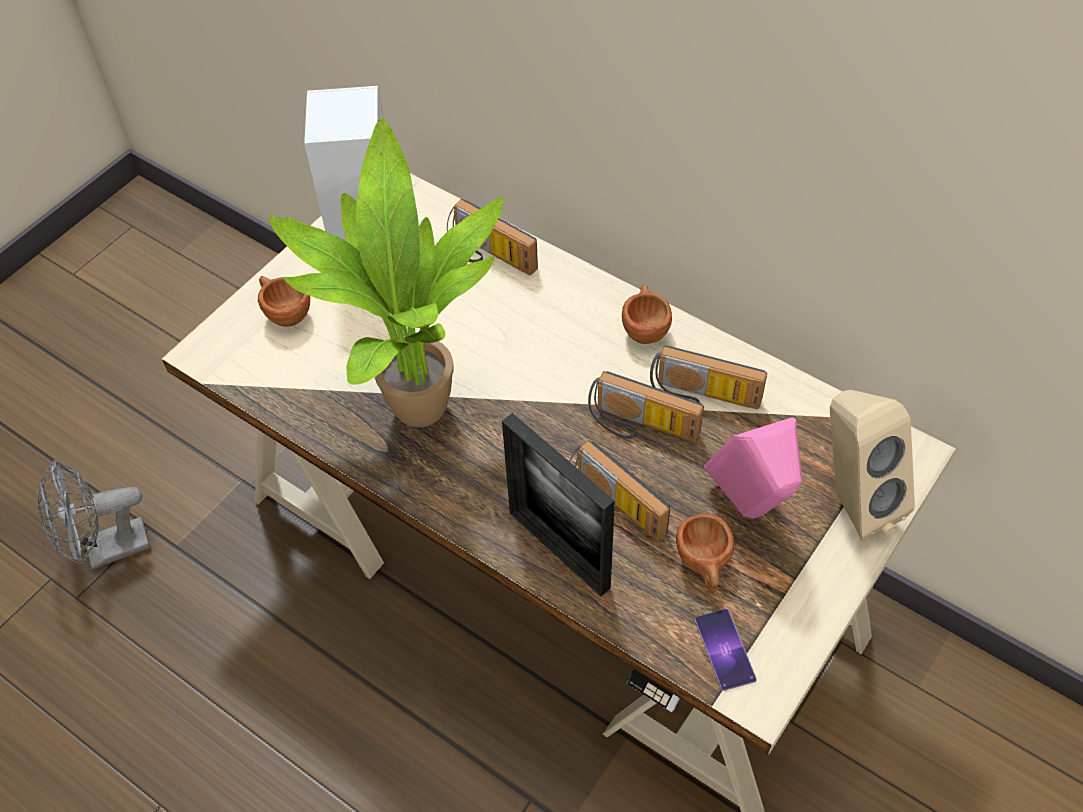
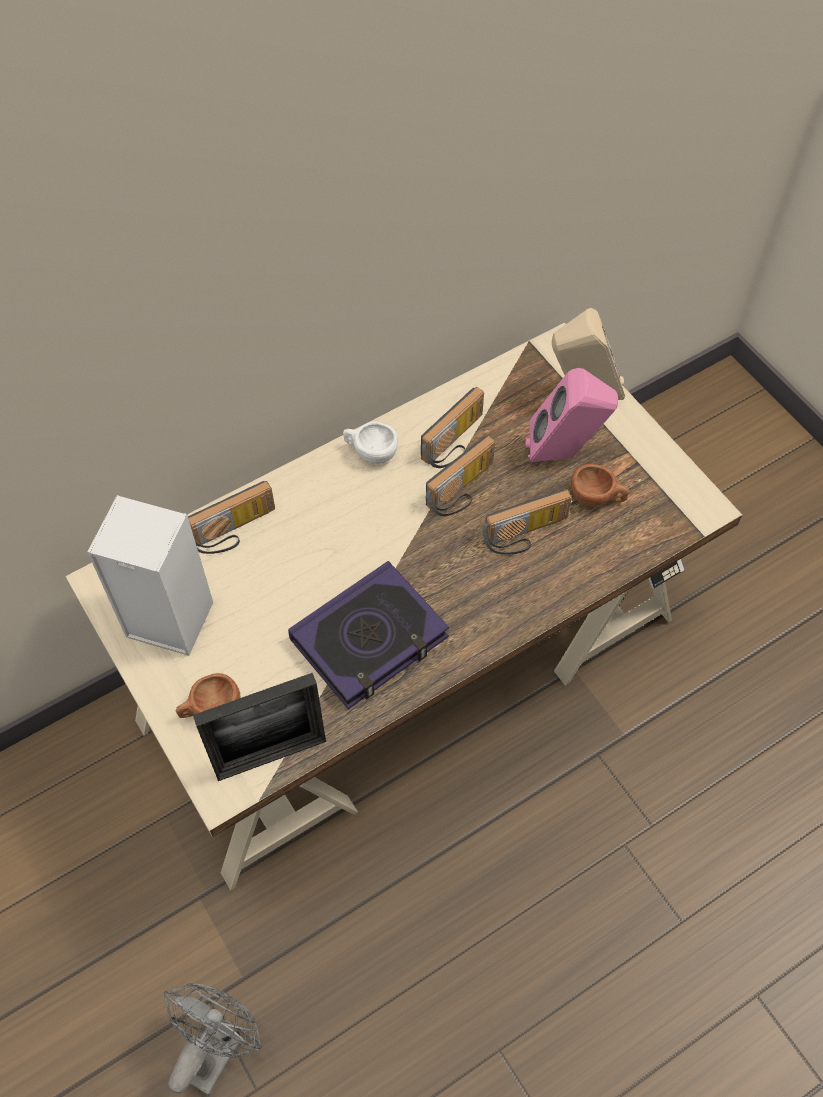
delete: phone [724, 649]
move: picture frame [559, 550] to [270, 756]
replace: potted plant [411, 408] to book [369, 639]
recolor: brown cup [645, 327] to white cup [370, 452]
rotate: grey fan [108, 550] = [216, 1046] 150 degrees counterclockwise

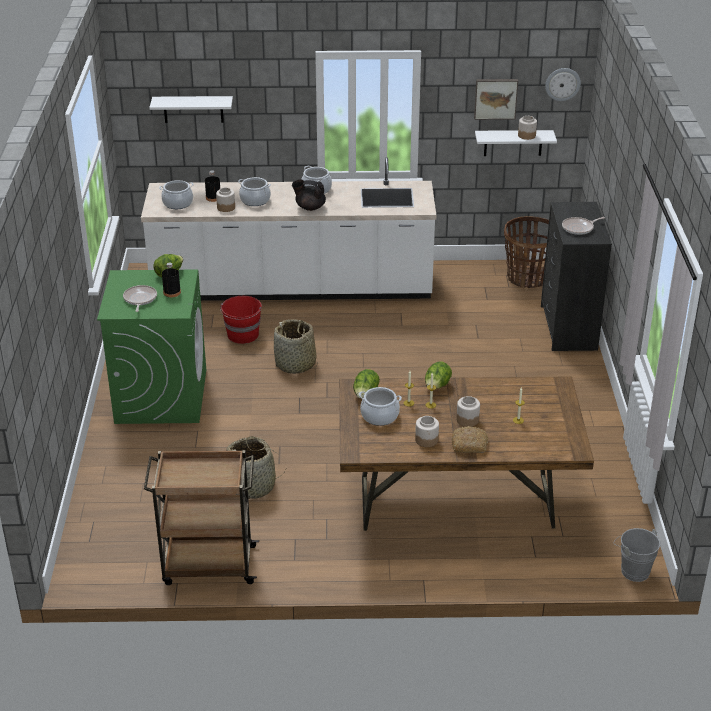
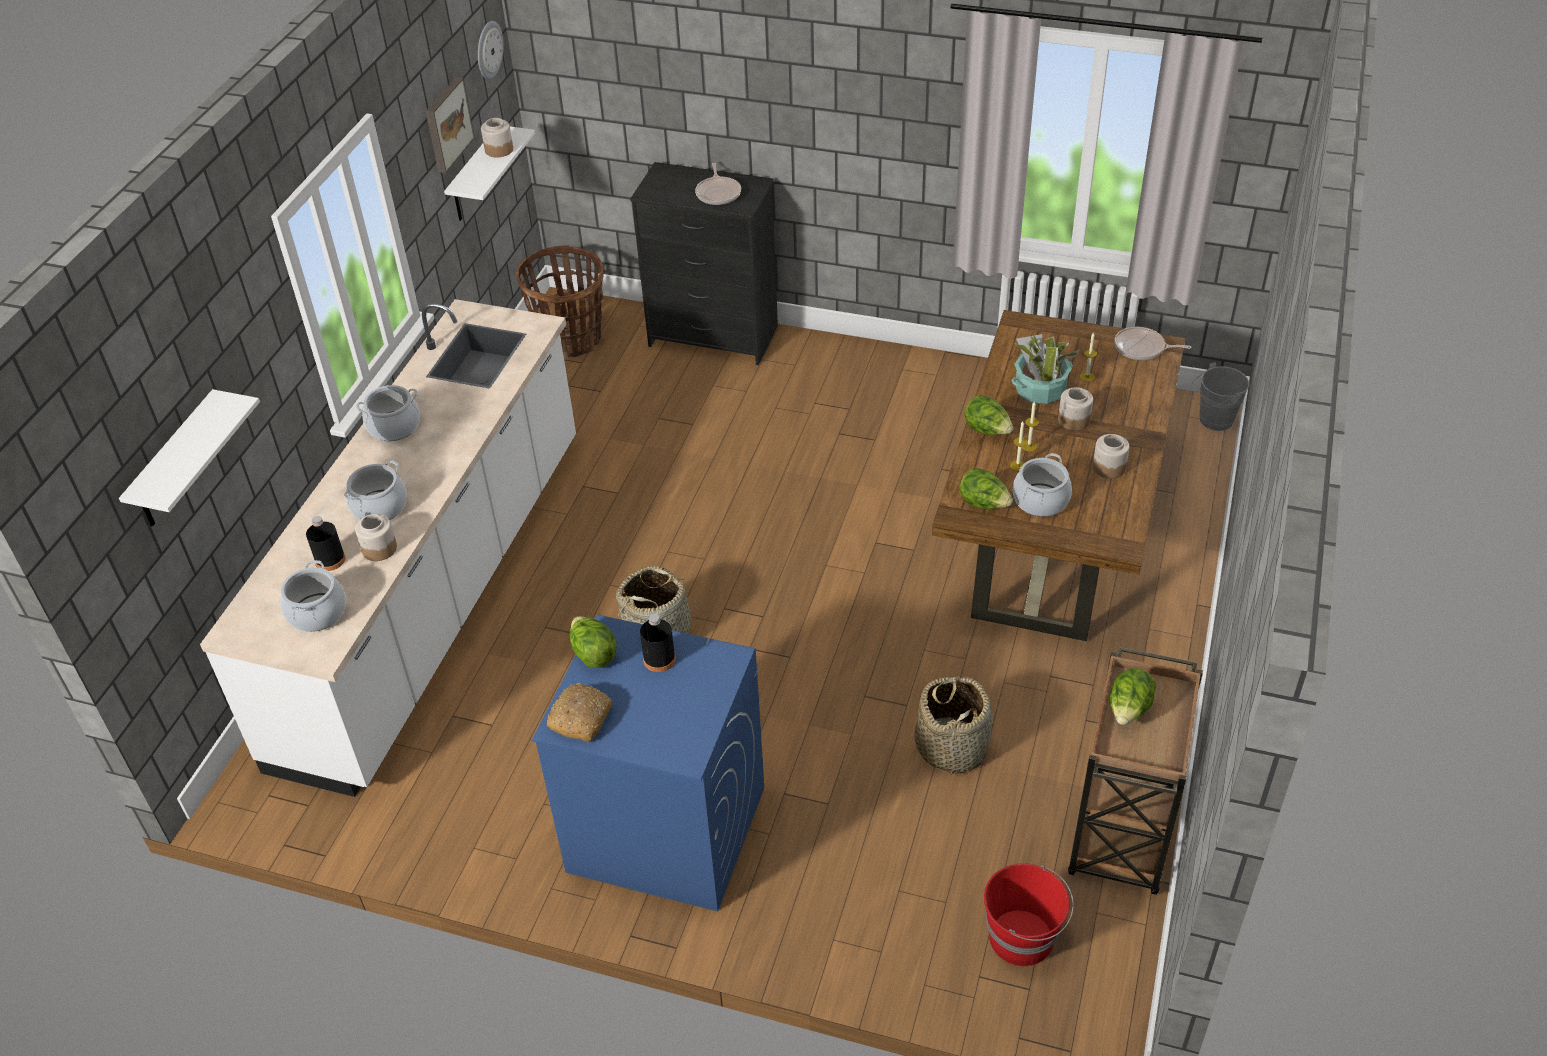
delete: black teapot [310, 207]
insert: potted plant [1040, 390]; lettuce [1129, 710]
move: bread [469, 444] to [580, 717]; red bucket [243, 335] to [1022, 938]; frying pan [140, 299] to [1142, 348]
recolor: green washing machine [161, 396] to blue washing machine [665, 829]

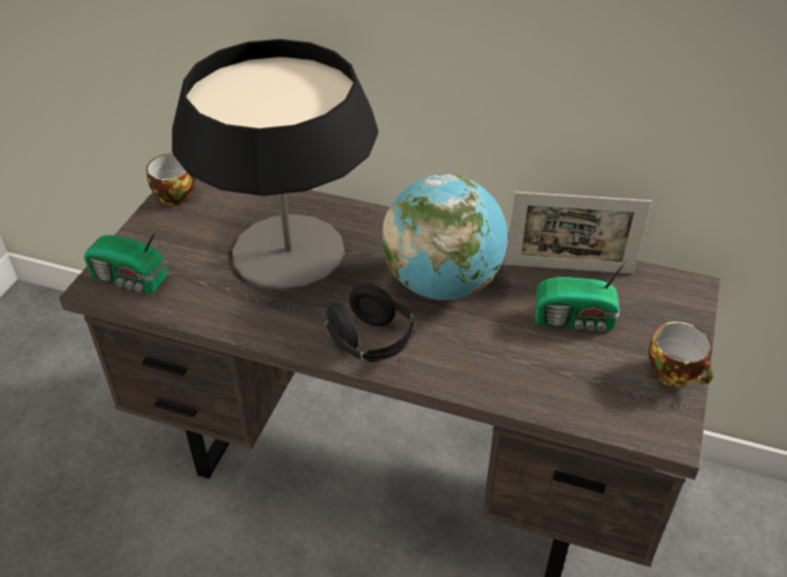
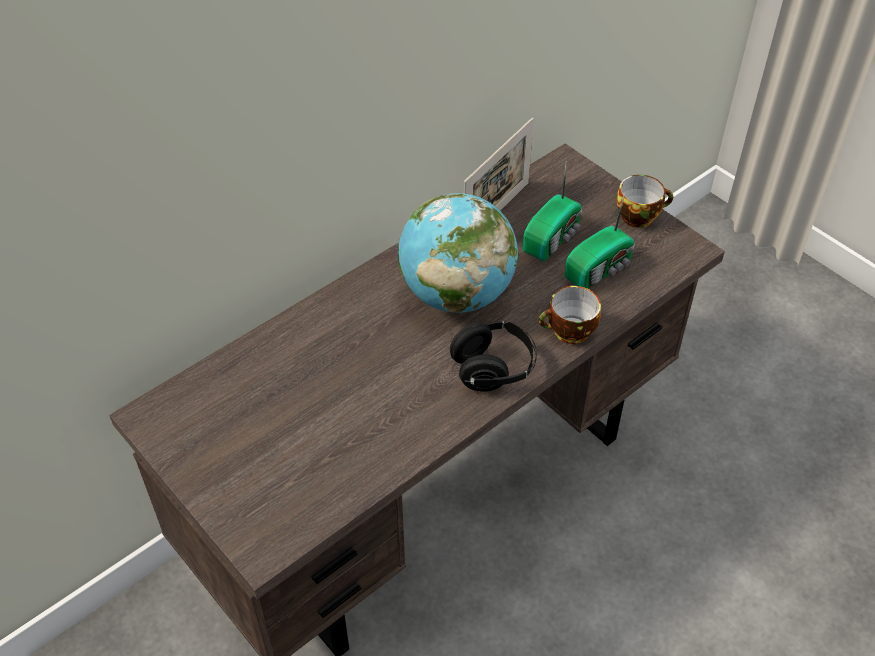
delete: table lamp [288, 252]
move: cup [173, 195] to [569, 332]; radio [130, 279] to [600, 269]

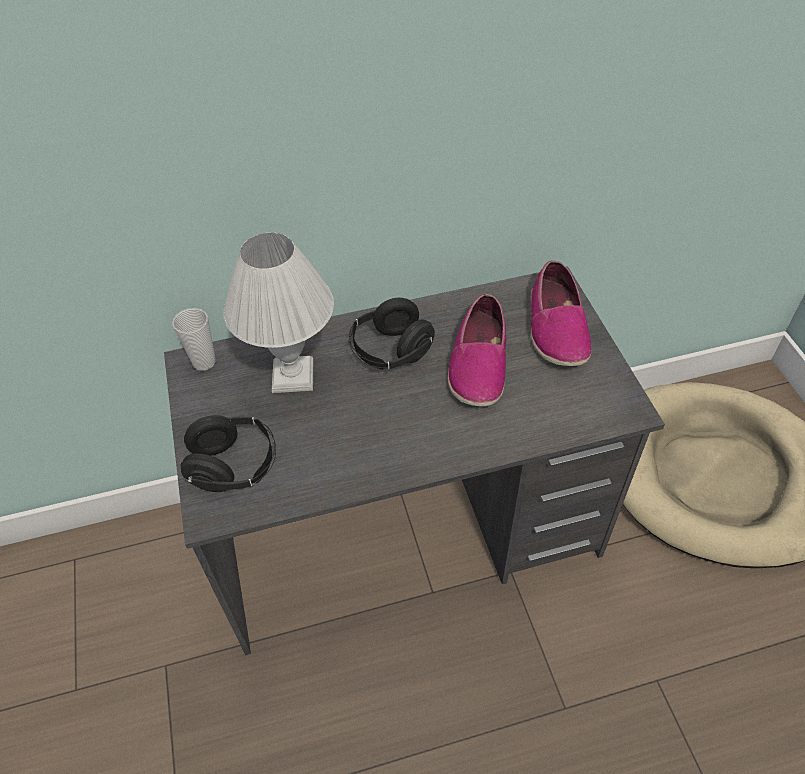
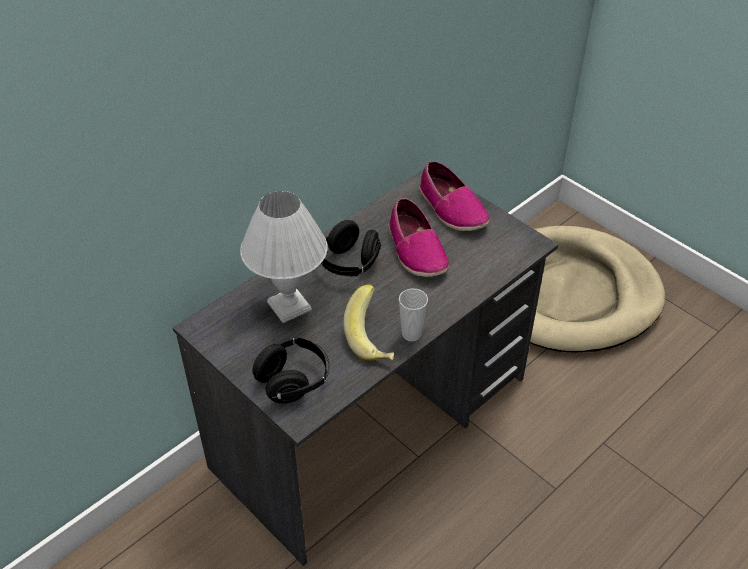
insert: banana [373, 339]
move: cup [204, 362] to [411, 334]

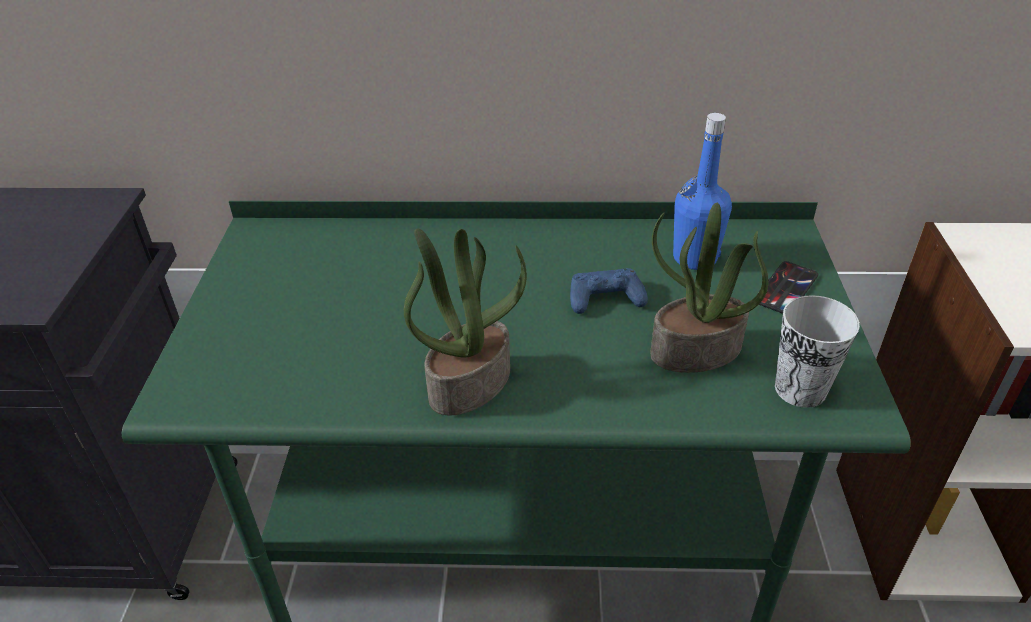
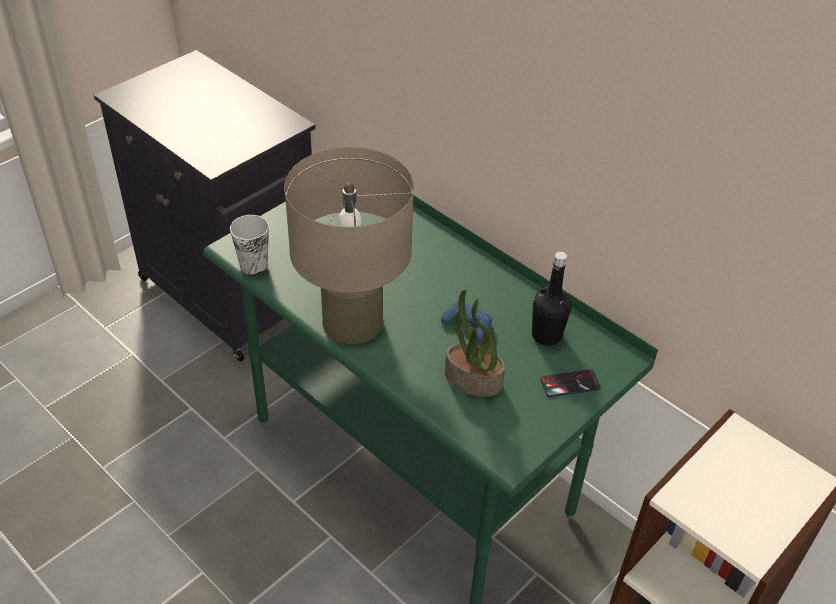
move: cup [800, 389] to [253, 265]
replace: potted plant [469, 382] to beige table lamp [353, 321]
recolor: blue bottle [695, 258] to black bottle [546, 335]

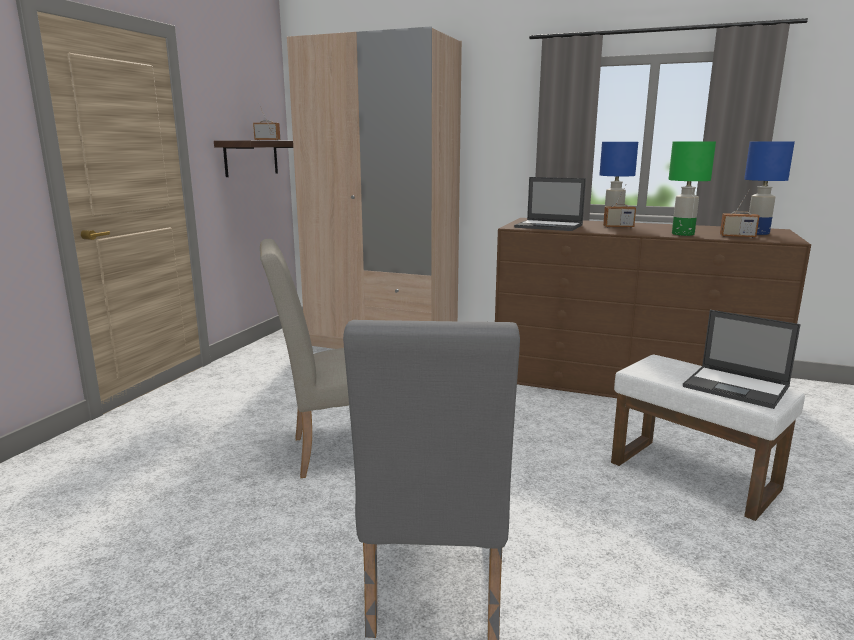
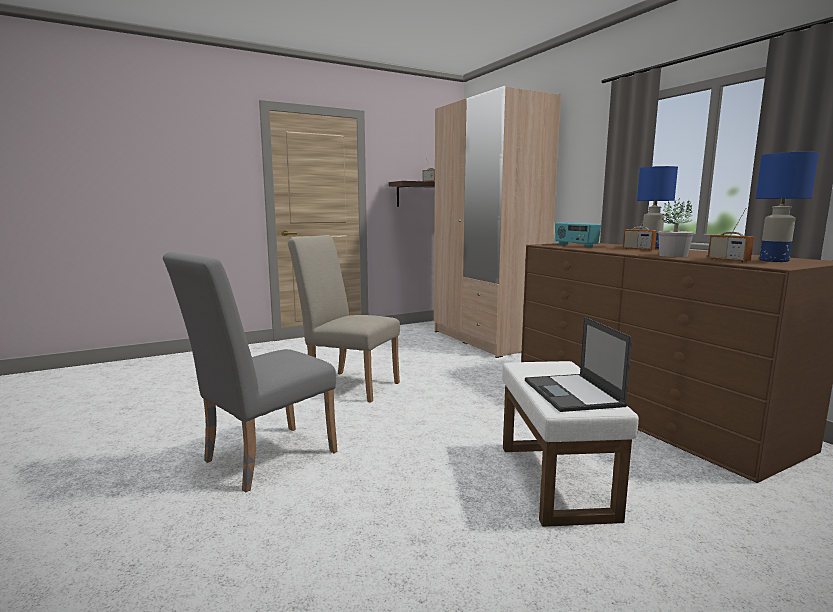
replace: laptop [549, 226] to radio [575, 246]; green table lamp [683, 234] to potted plant [673, 256]

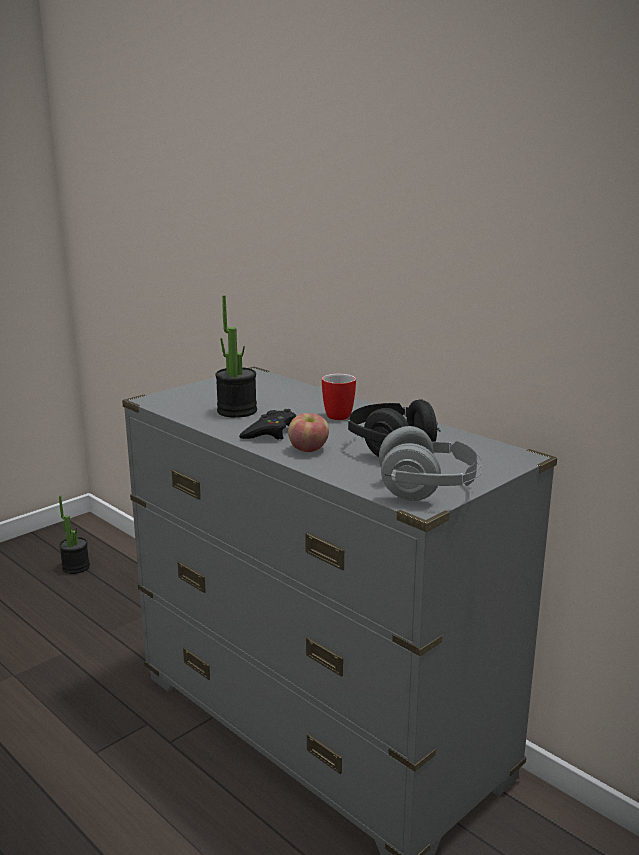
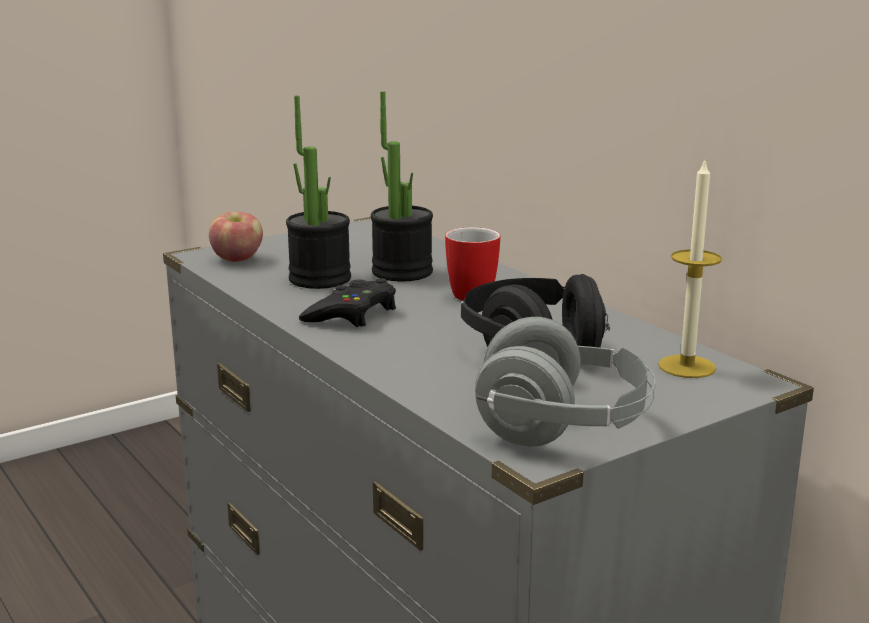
insert: candle [687, 366]
move: apple [309, 449] to [237, 259]; potted plant [76, 567] to [402, 272]

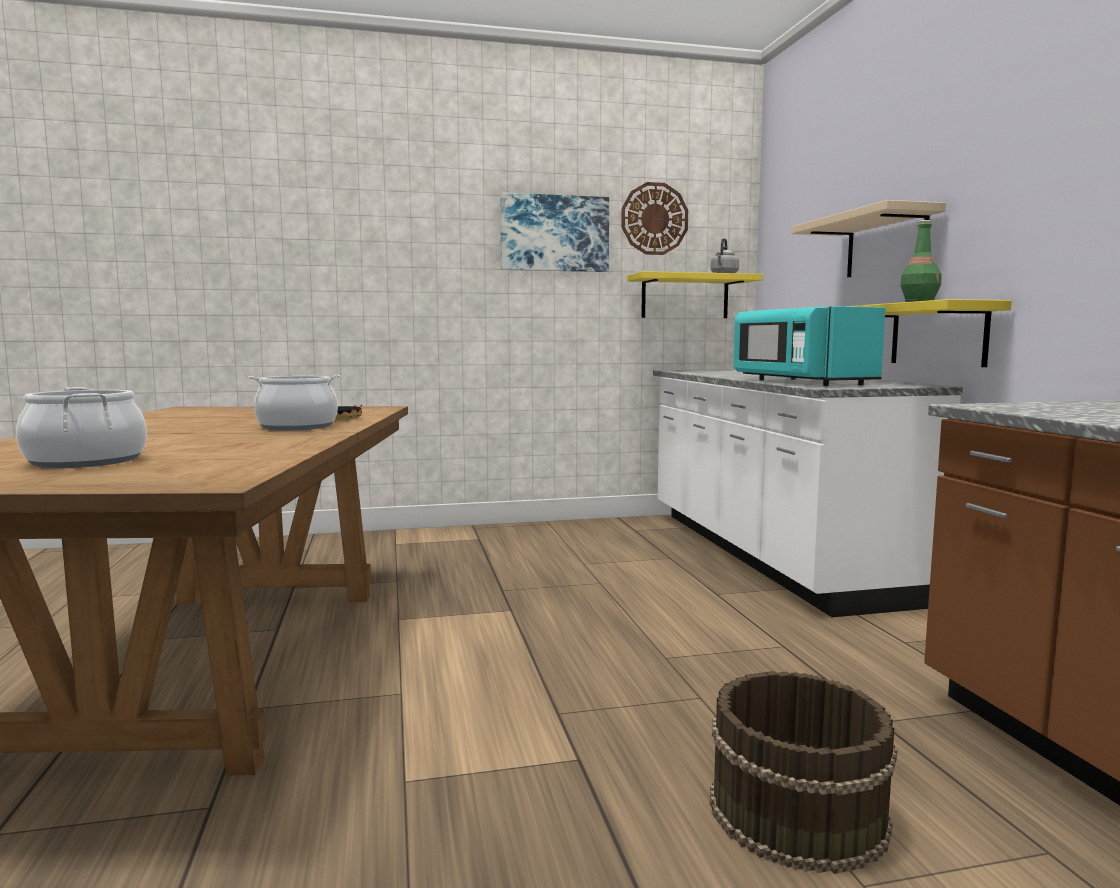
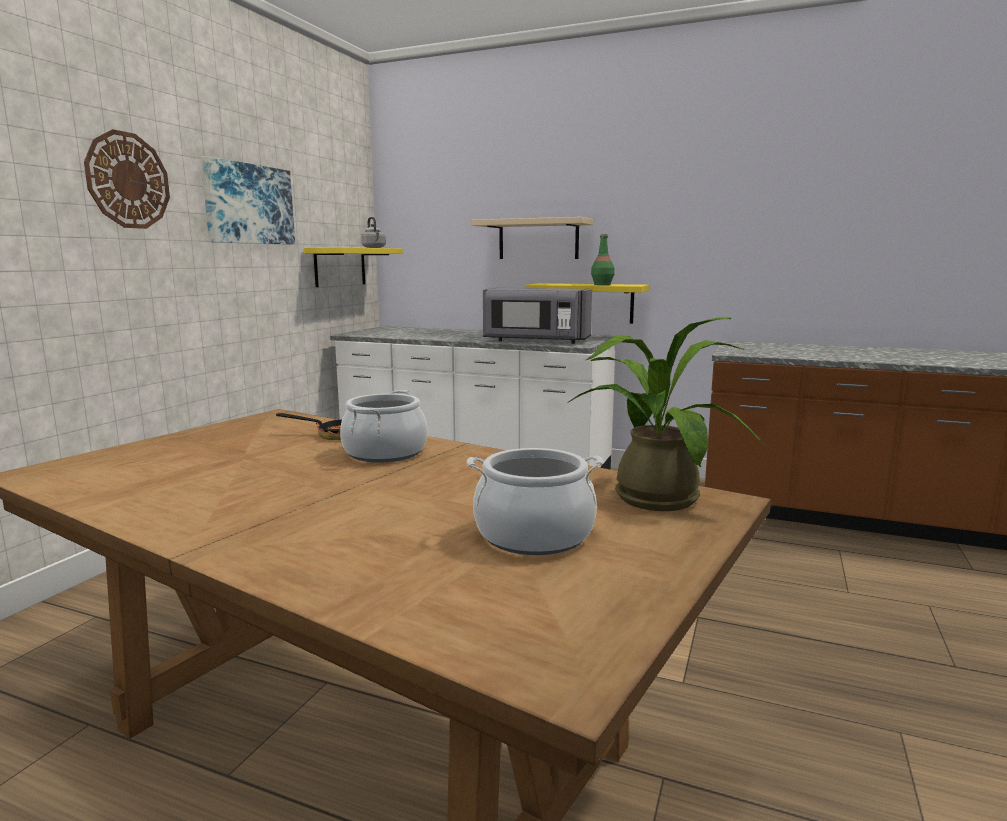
delete: brown bucket [795, 812]
insert: potted plant [651, 494]
move: wall clock [654, 219] to [128, 180]
recolor: turquoise microwave [800, 382] to grey microwave [535, 341]

